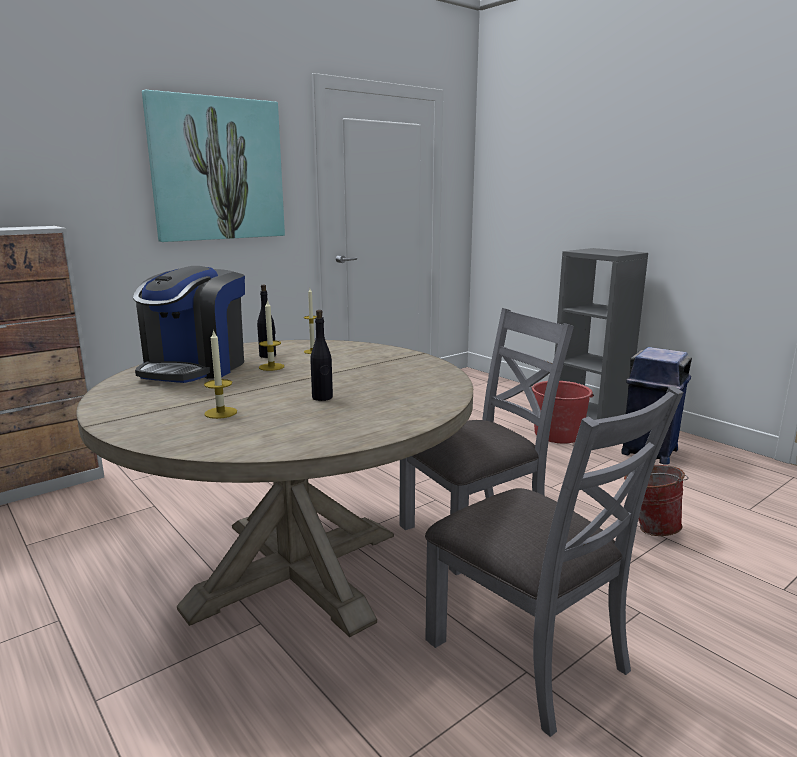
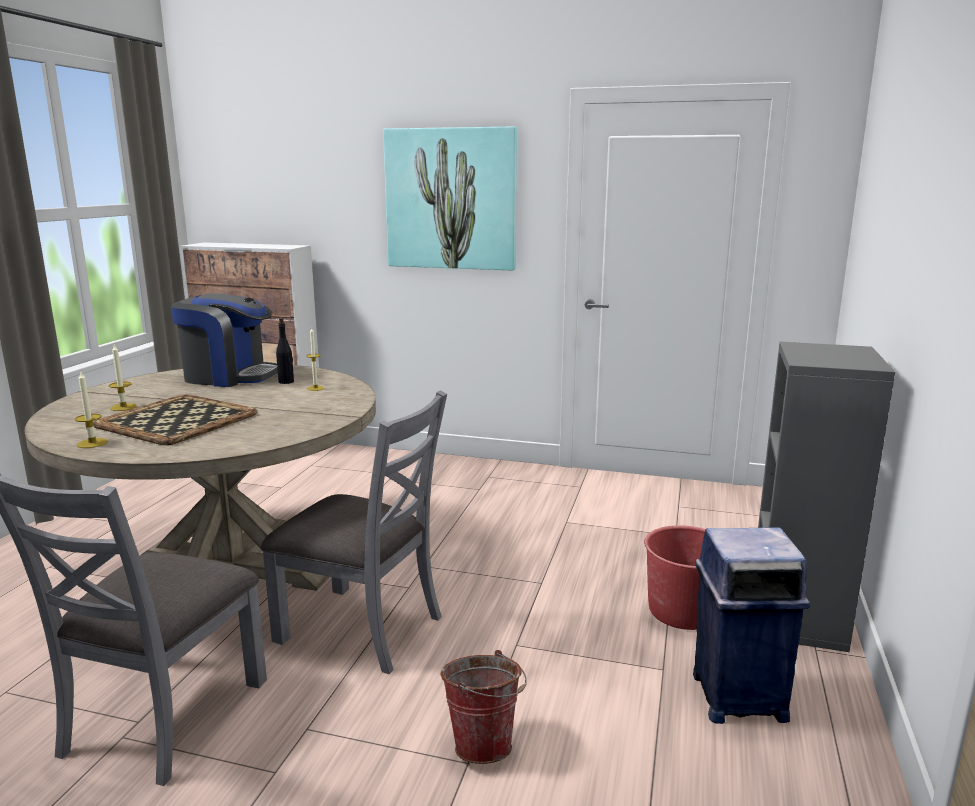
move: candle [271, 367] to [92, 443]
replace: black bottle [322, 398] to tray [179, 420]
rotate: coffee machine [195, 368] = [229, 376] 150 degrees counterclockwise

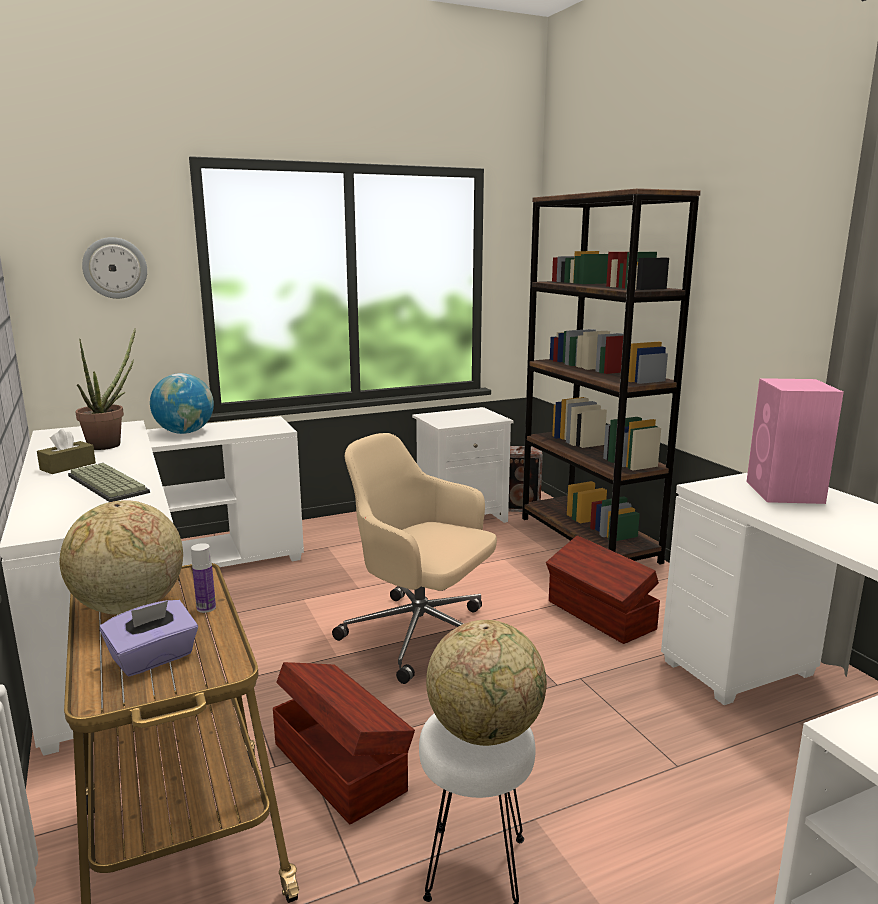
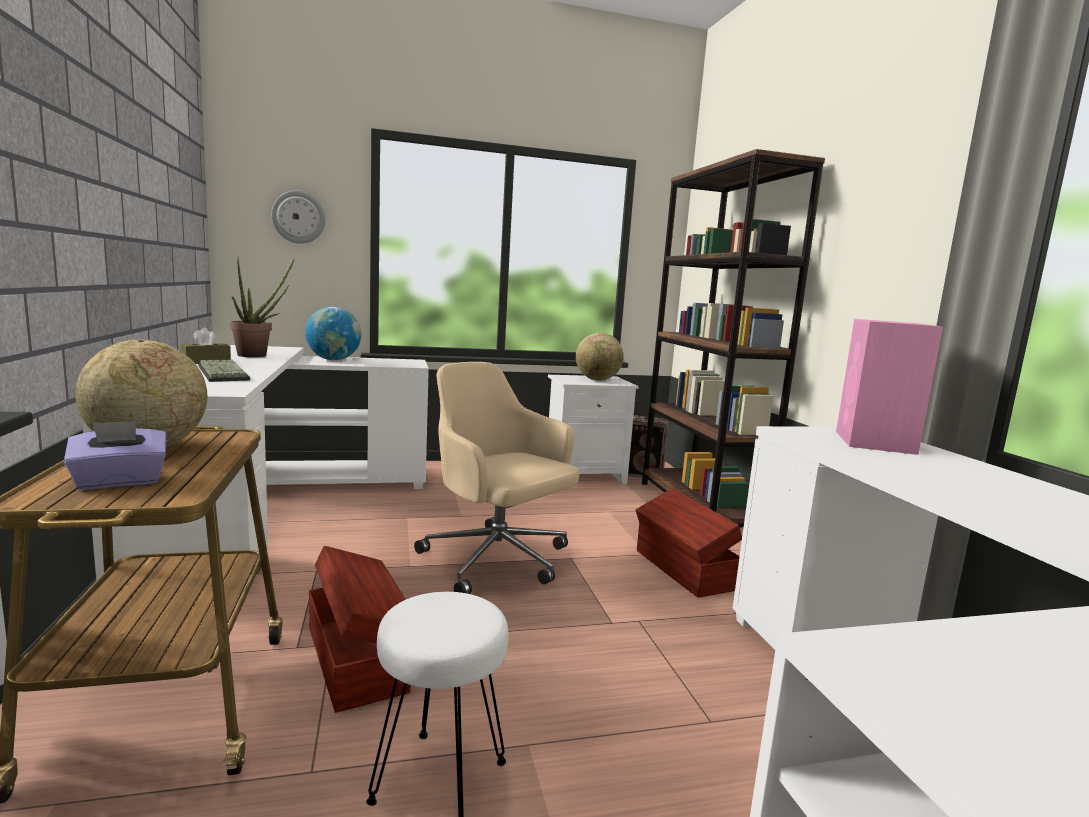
delete: bottle [206, 608]
move: globe [485, 731] to [598, 380]

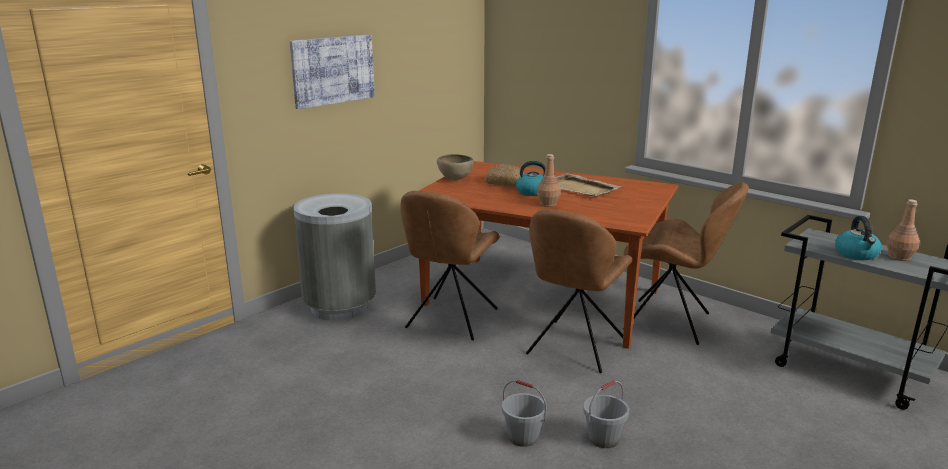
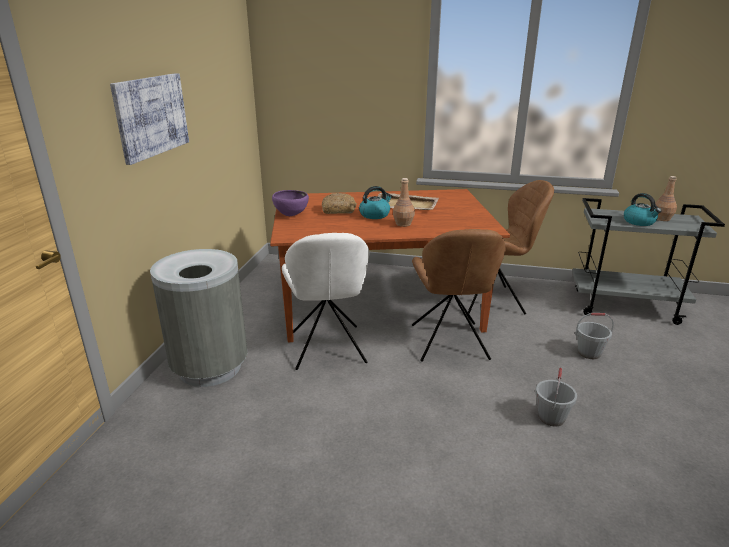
move: grey bucket [523, 437] to [589, 353]
recolor: brown bowl [455, 180] to purple bowl [291, 215]; brown chair [450, 320] to white chair [328, 349]

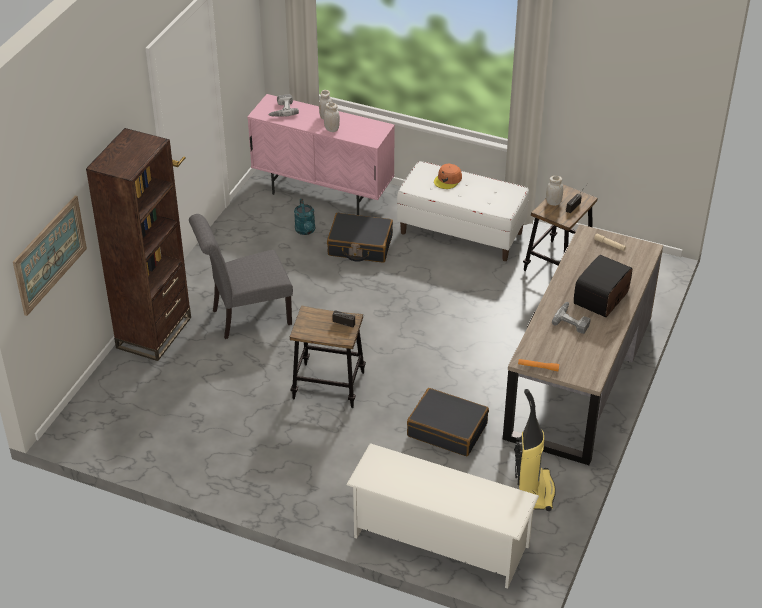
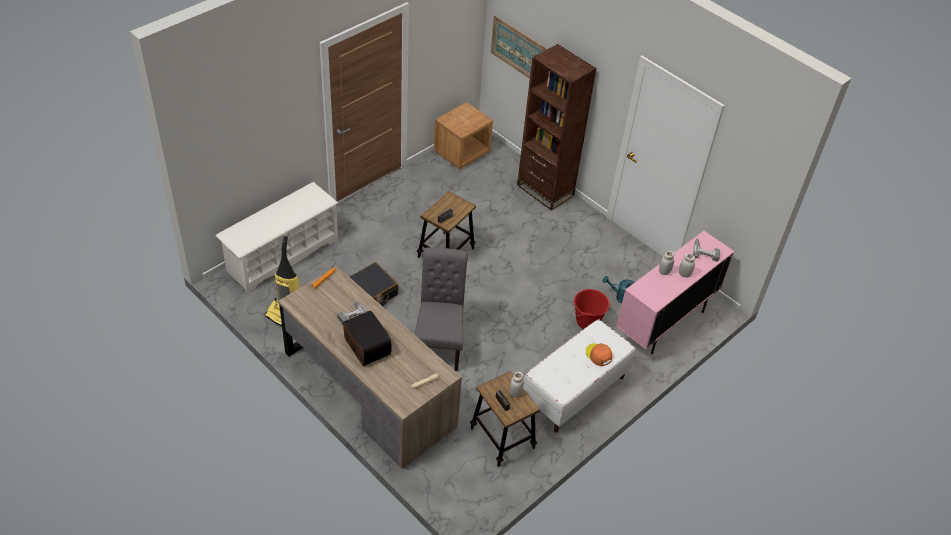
insert: brown nightstand [462, 153]
move: grey chair [246, 317] to [439, 343]
replace: black suitcase [360, 246] to red bucket [587, 322]

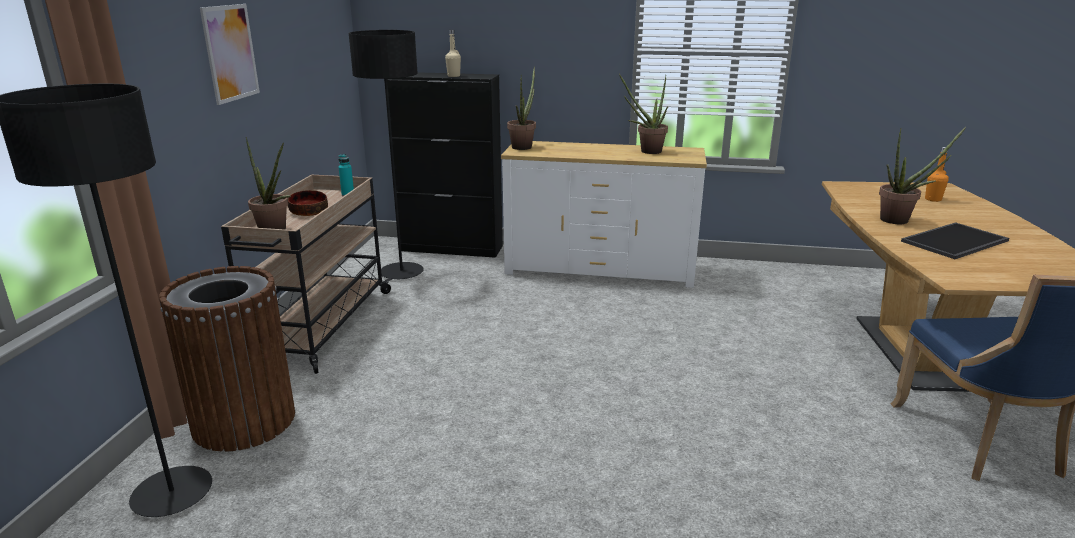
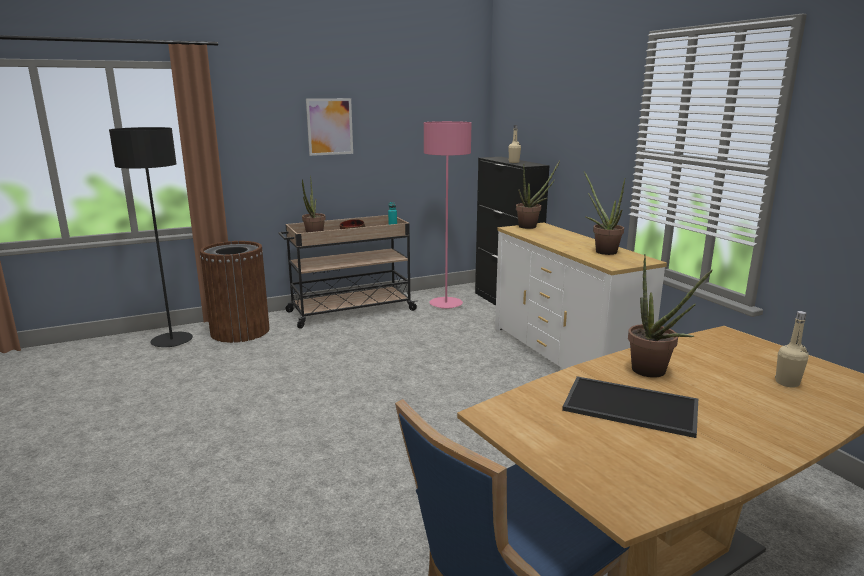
recolor: black floor lamp [401, 273] to pink floor lamp [446, 304]; orange bottle [933, 199] to beige bottle [787, 383]

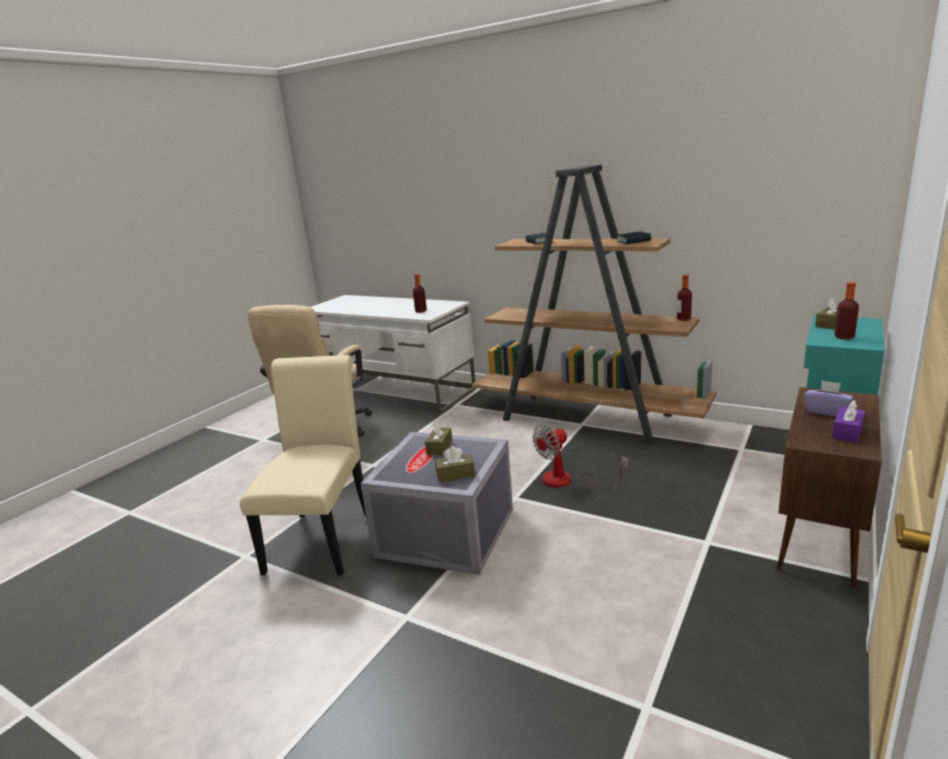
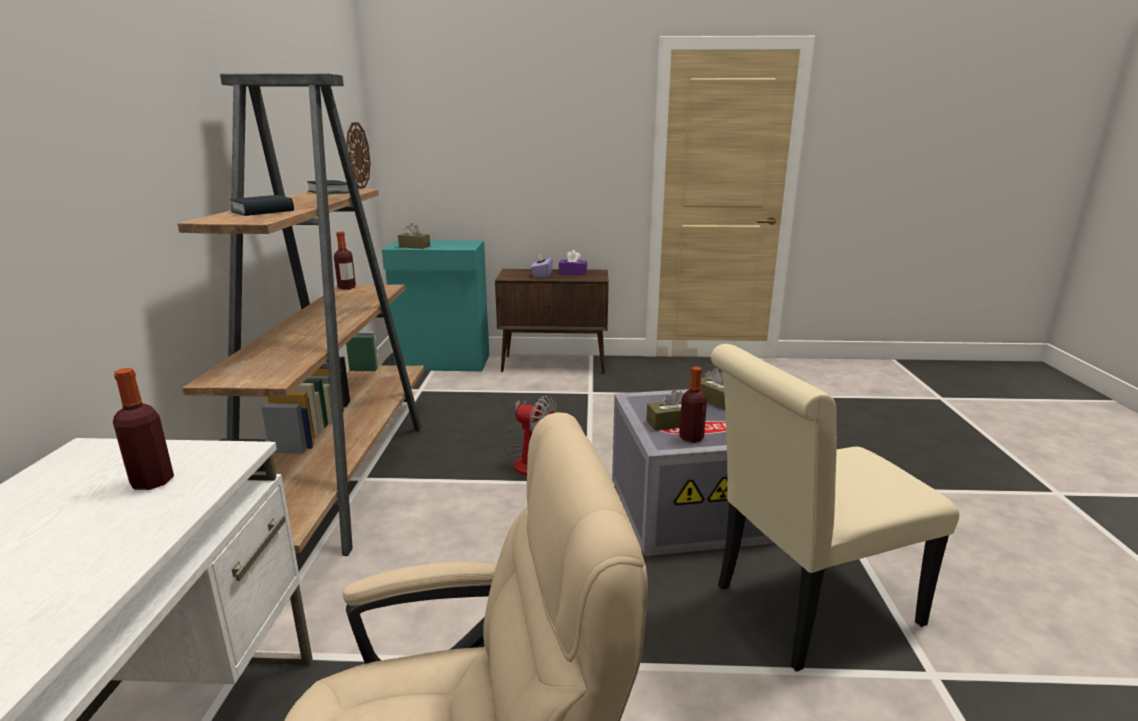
insert: wall clock [357, 156]
move: bottle [844, 337] to [691, 438]

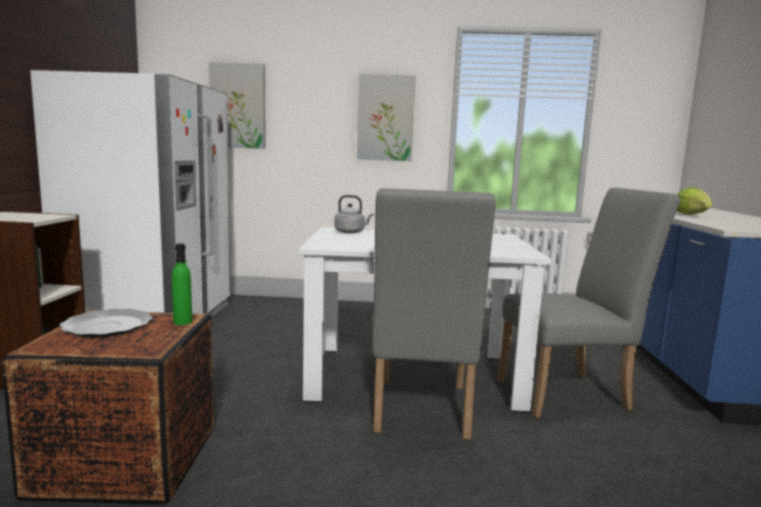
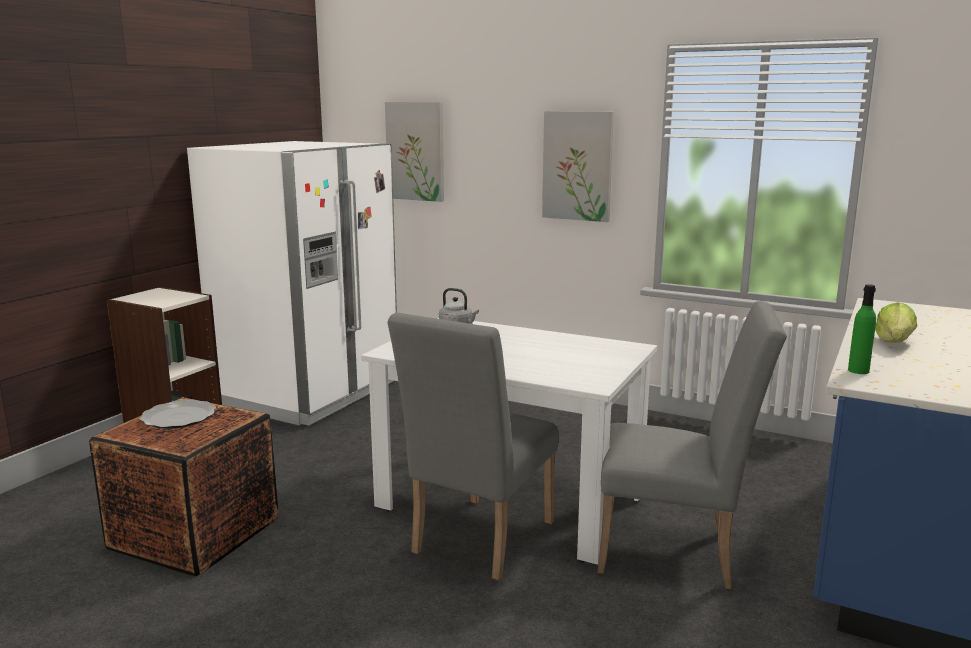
move: green bottle [182, 322] to [858, 371]

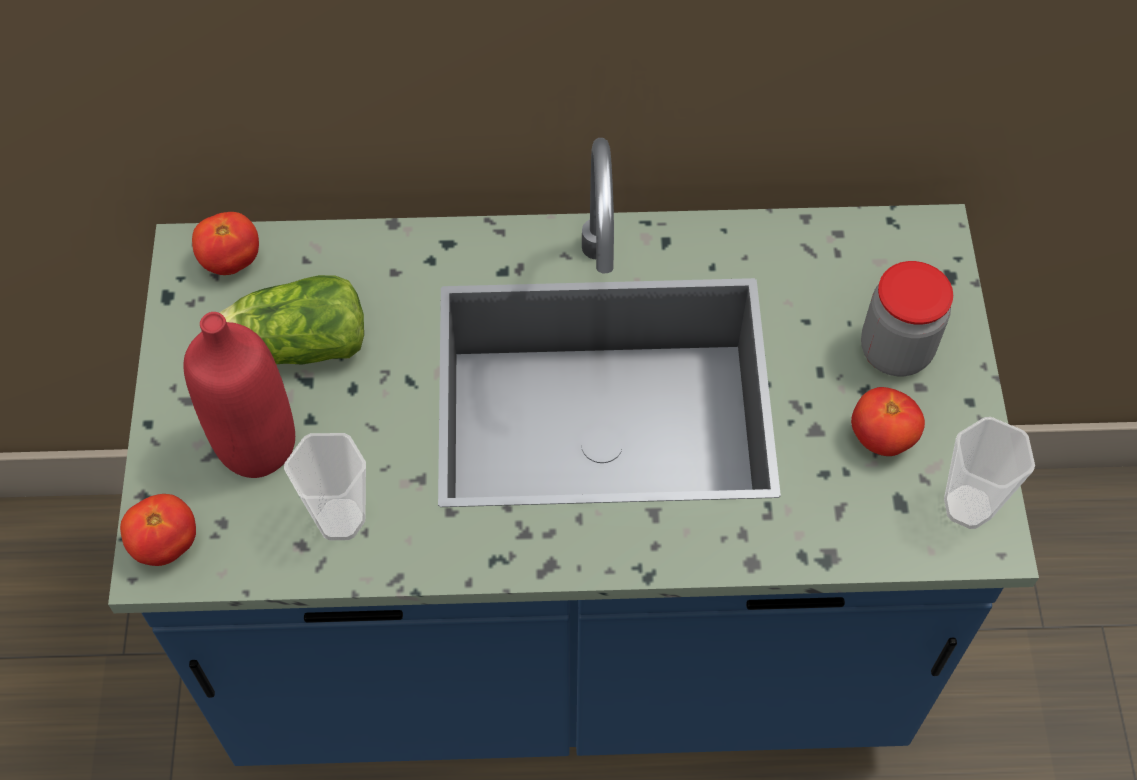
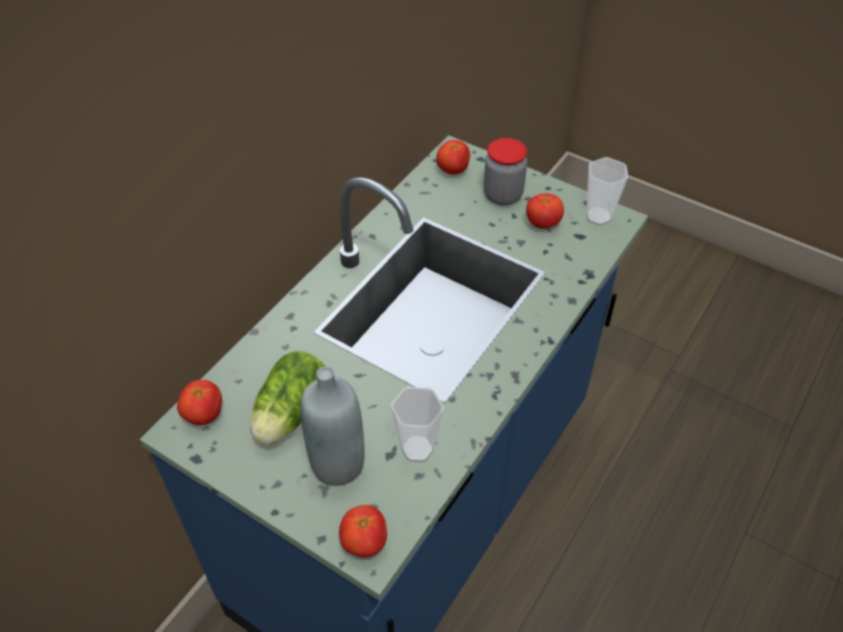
insert: tomato [452, 170]
recolor: red bottle [257, 445] to grey bottle [338, 464]

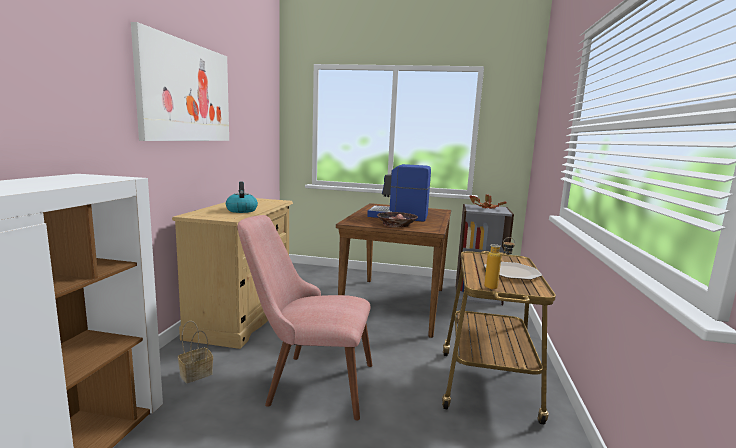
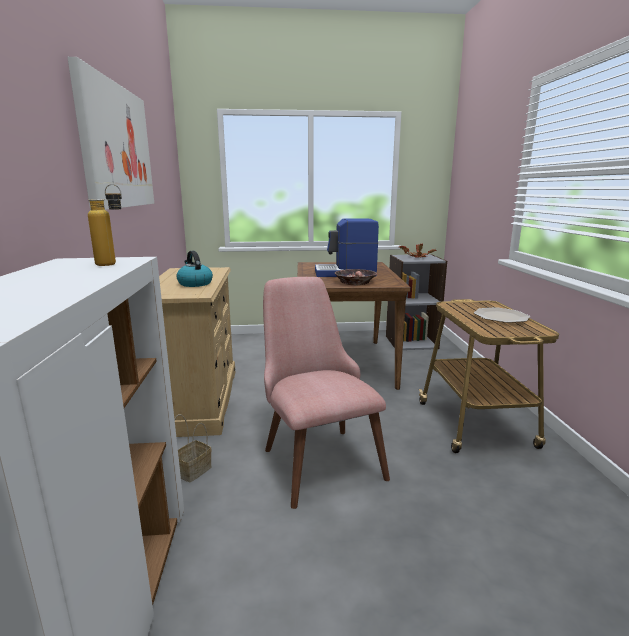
move: bottle [496, 288] to [113, 264]
rotate: pink chair [307, 382] = [315, 455] 75 degrees clockwise

